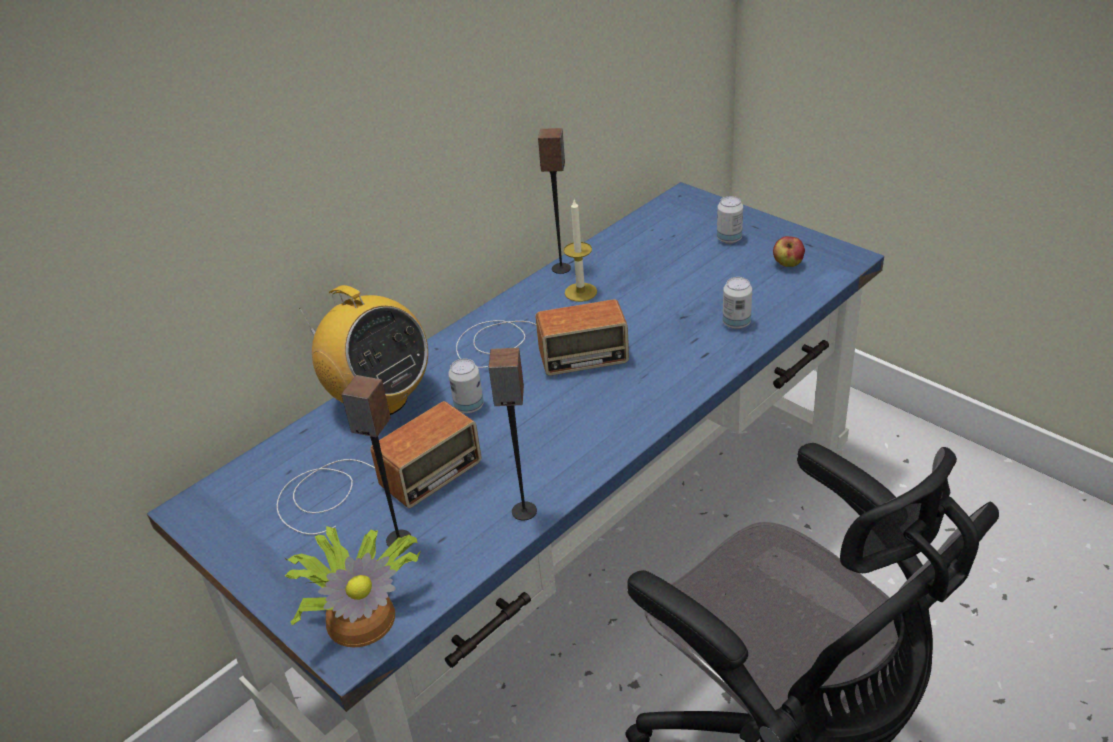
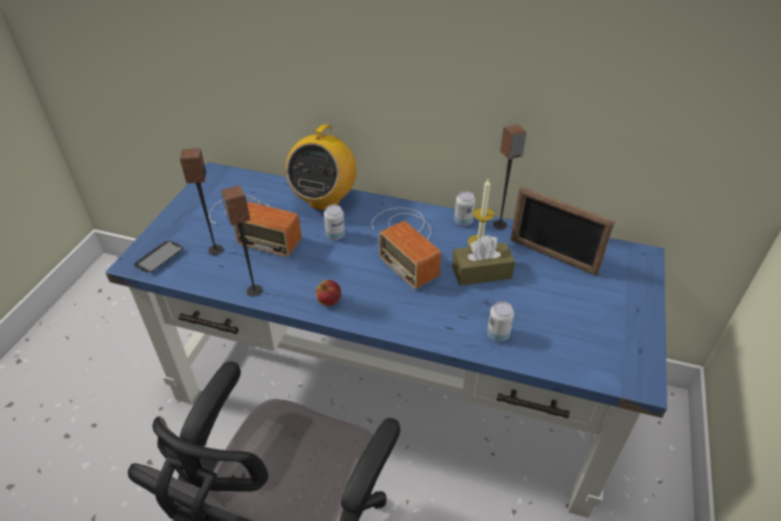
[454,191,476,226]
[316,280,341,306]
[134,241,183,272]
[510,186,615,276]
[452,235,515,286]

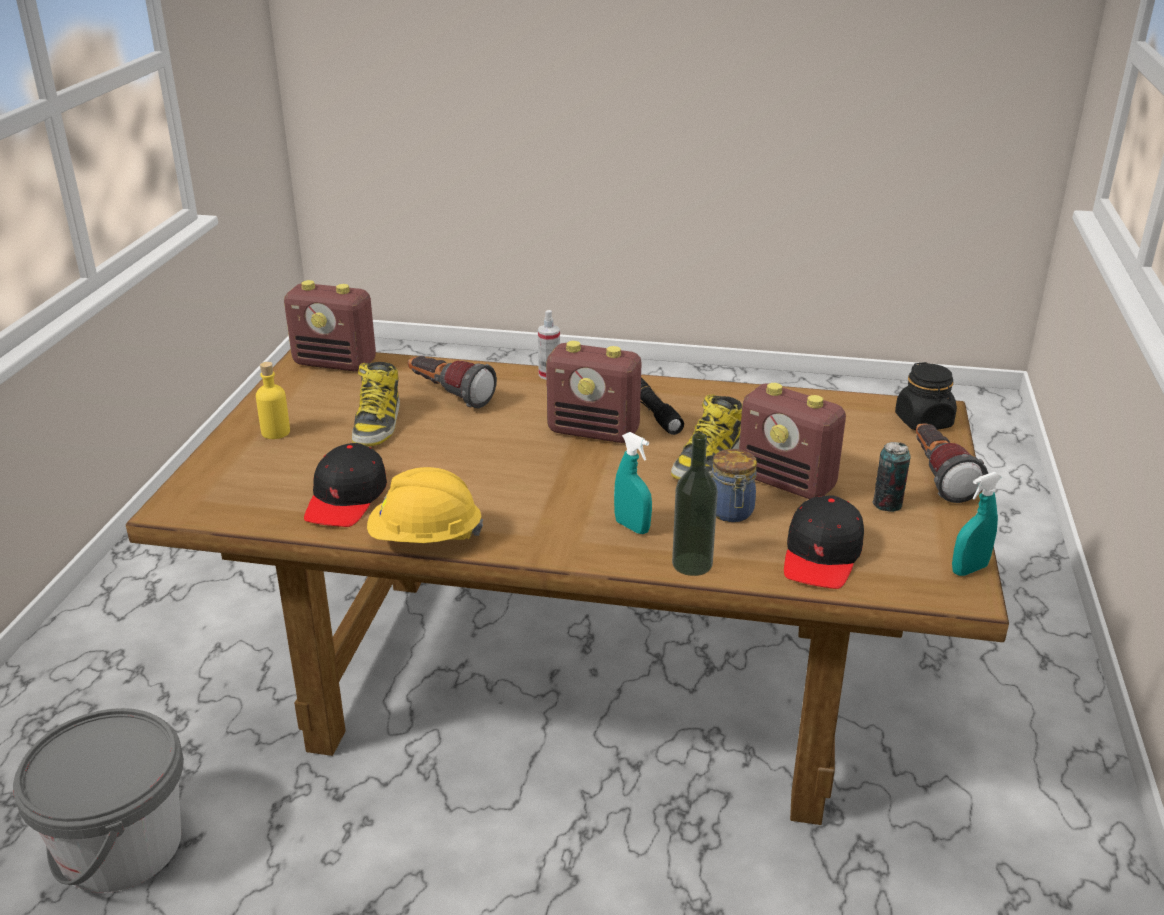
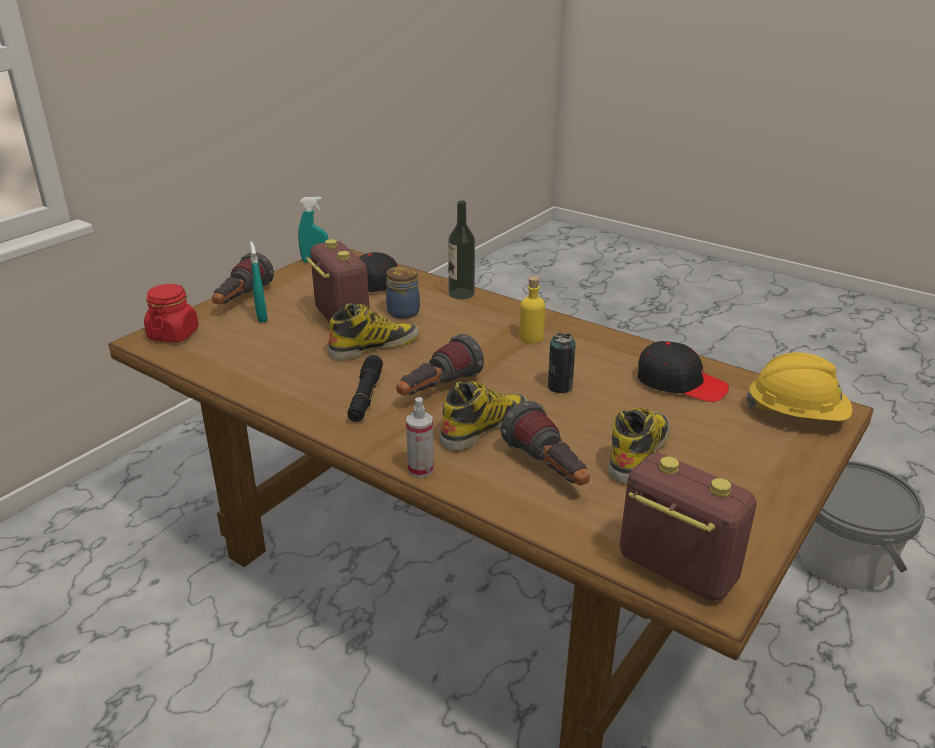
[396,334,484,396]
[520,276,545,343]
[144,284,199,342]
[250,241,268,323]
[548,333,576,393]
[637,341,729,402]
[746,352,852,421]
[440,381,527,451]

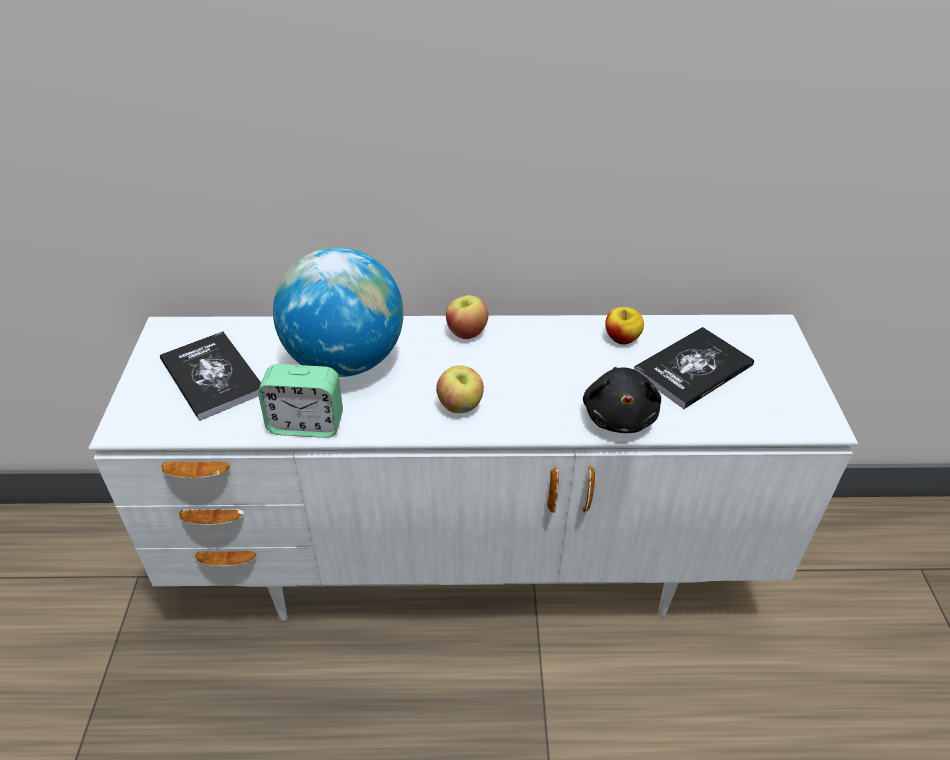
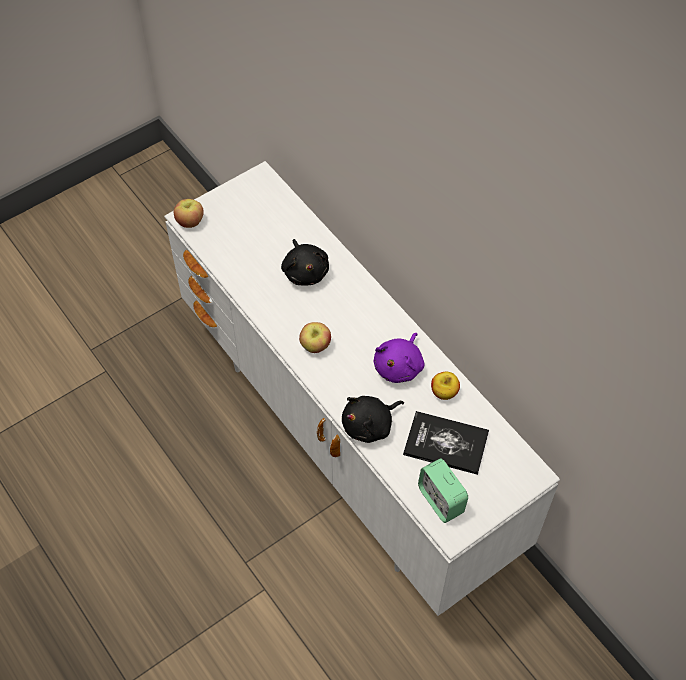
[281,239,329,286]
[174,199,204,228]
[160,331,261,421] (first image)
[418,459,468,523]
[373,333,424,383]

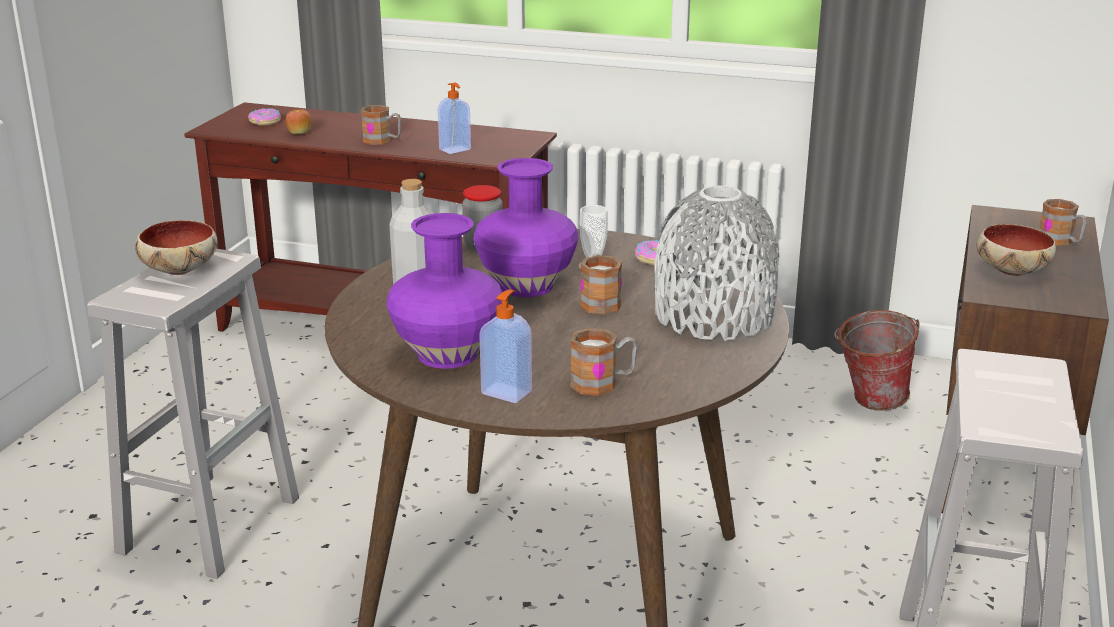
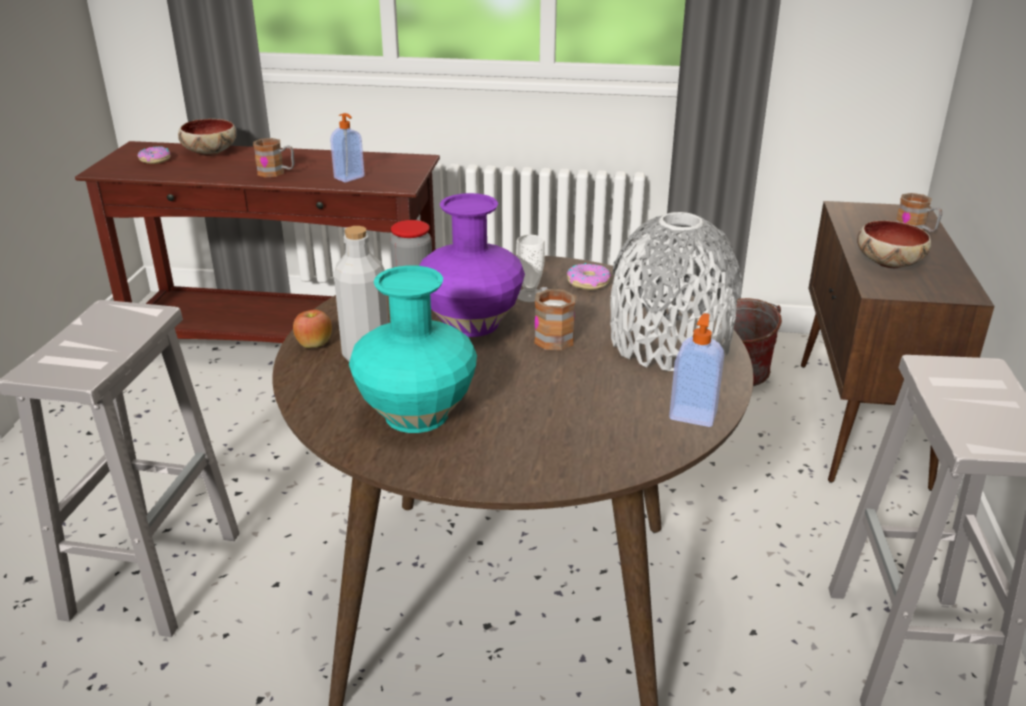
[293,310,332,348]
[349,265,477,433]
[178,119,237,156]
[669,313,724,427]
[570,328,637,396] (first image)

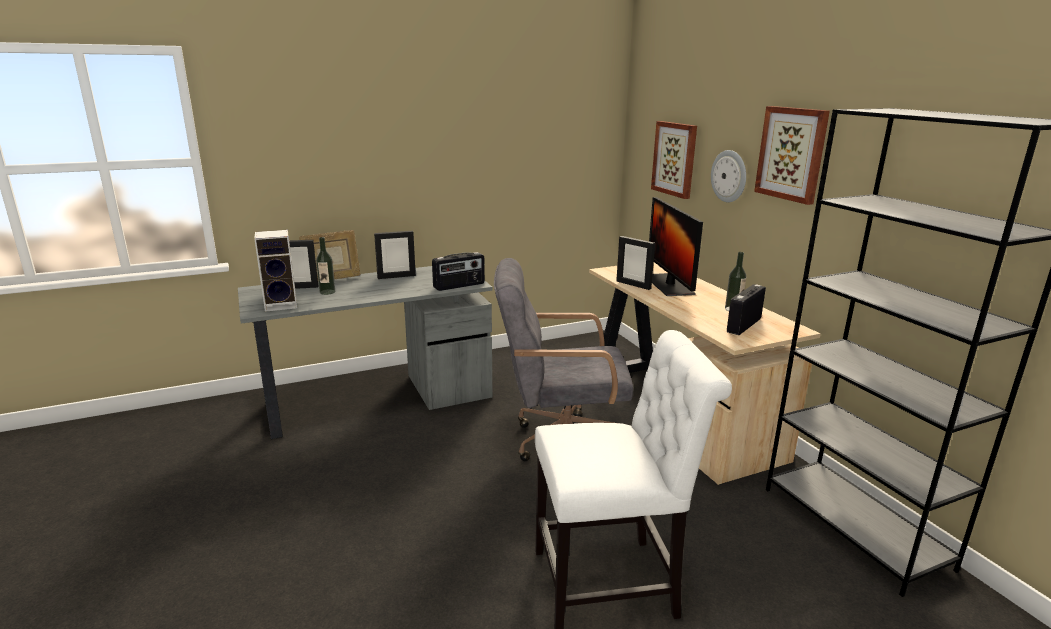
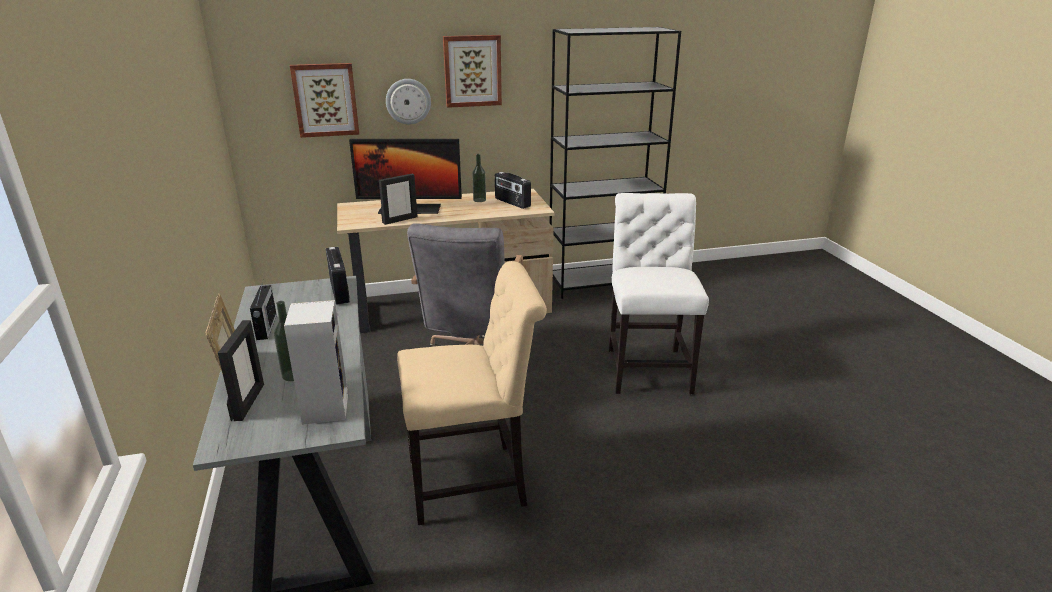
[250,281,277,340]
[397,261,547,525]

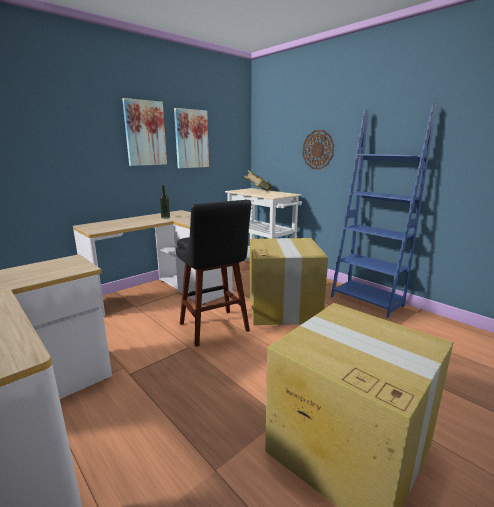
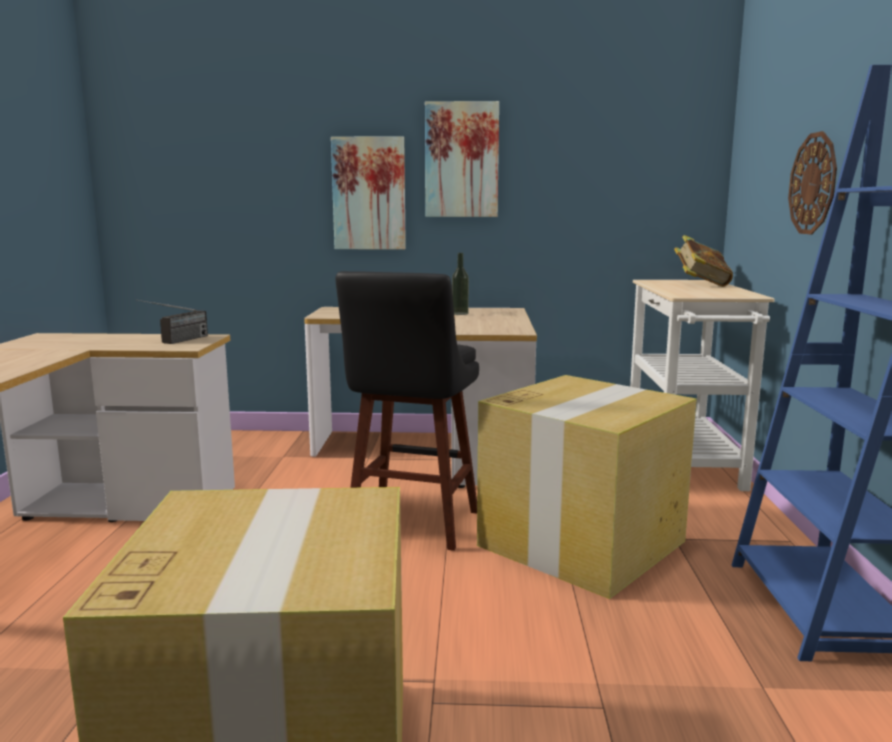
[331,136,406,249]
[136,299,208,344]

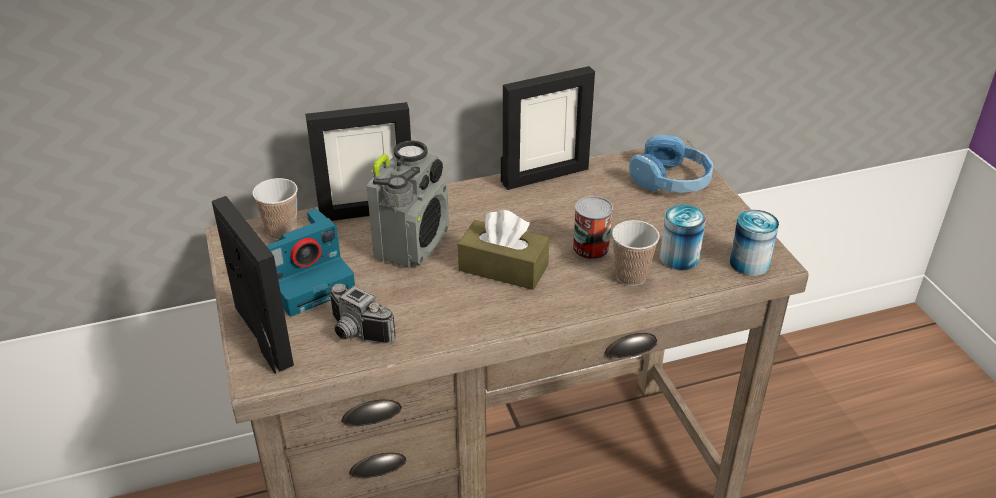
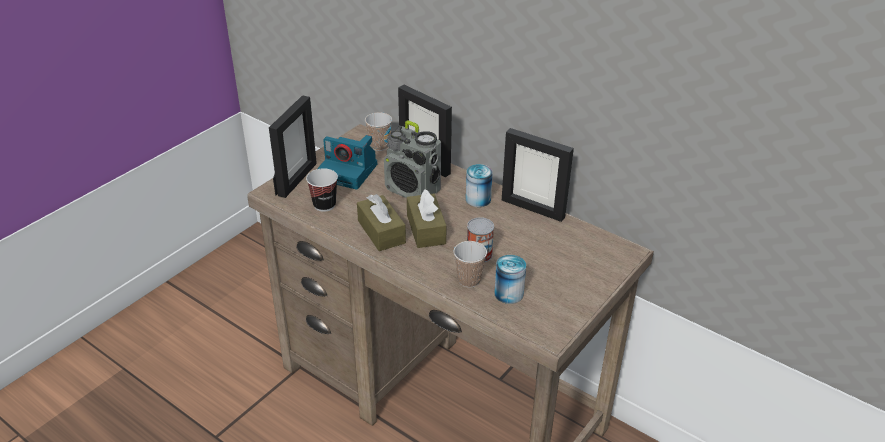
[629,135,714,193] (first image)
[384,120,441,198]
[466,164,493,207]
[306,168,338,212]
[357,194,406,251]

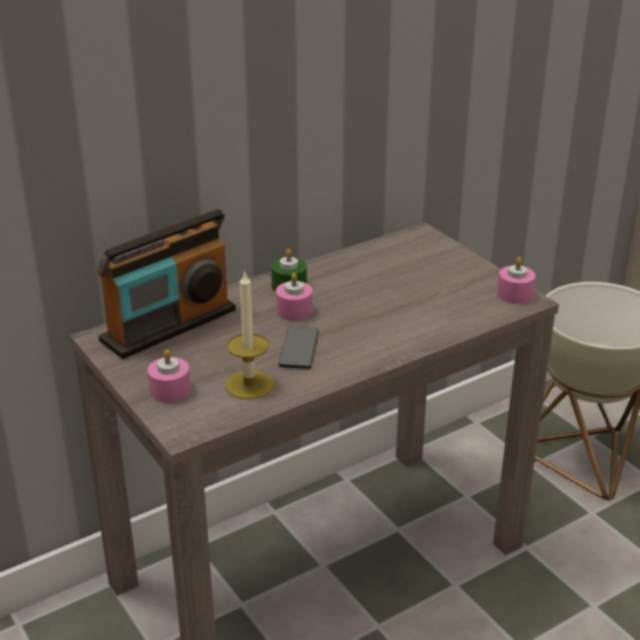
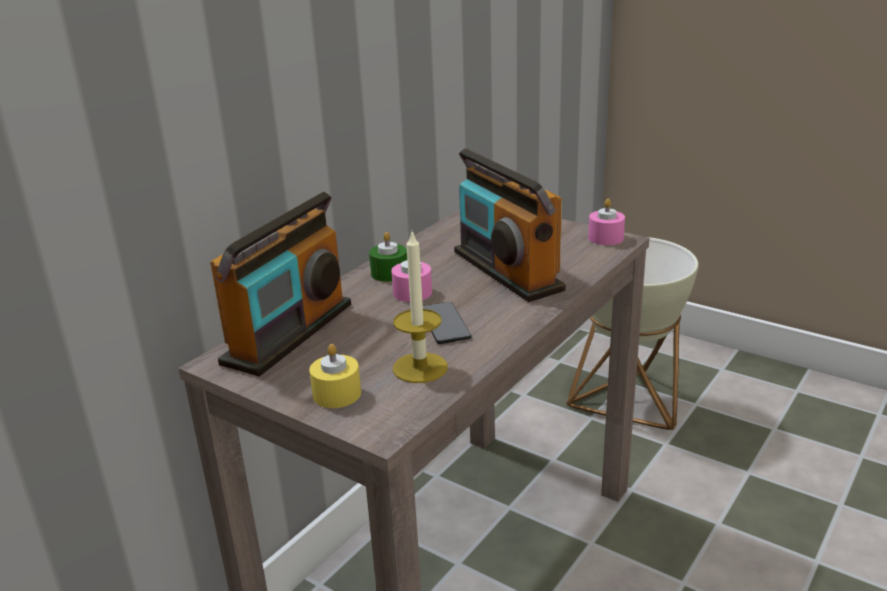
[309,344,361,408]
[454,148,566,302]

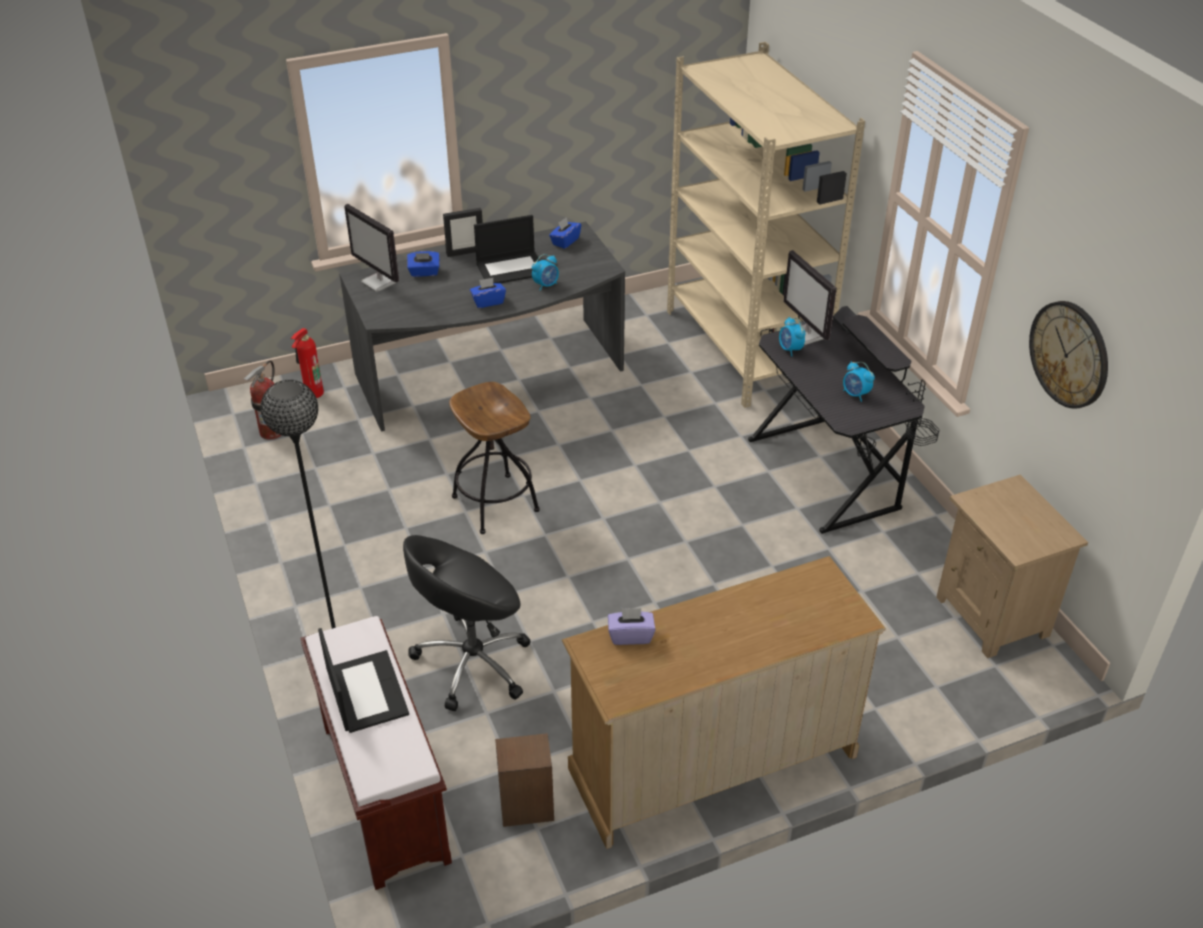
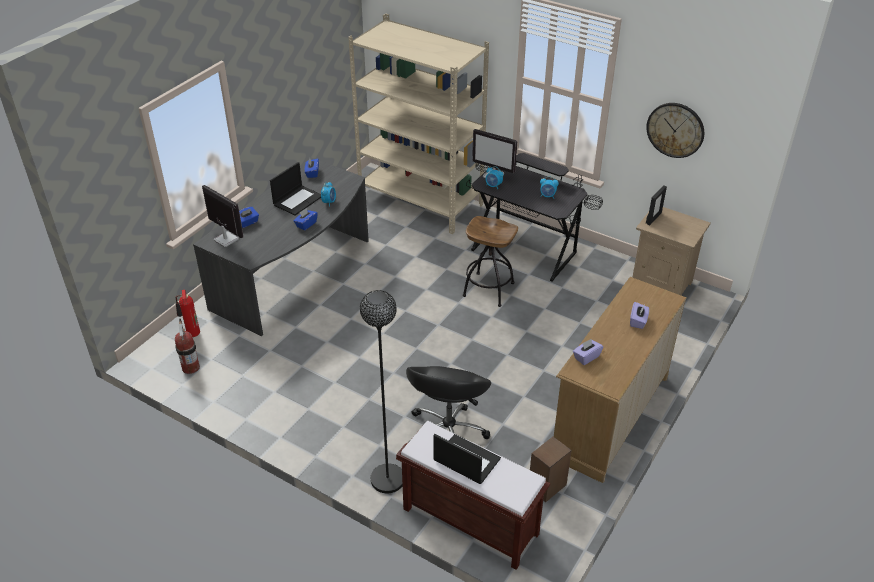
[202,185,244,247]
[646,185,667,225]
[463,216,518,307]
[630,302,649,329]

